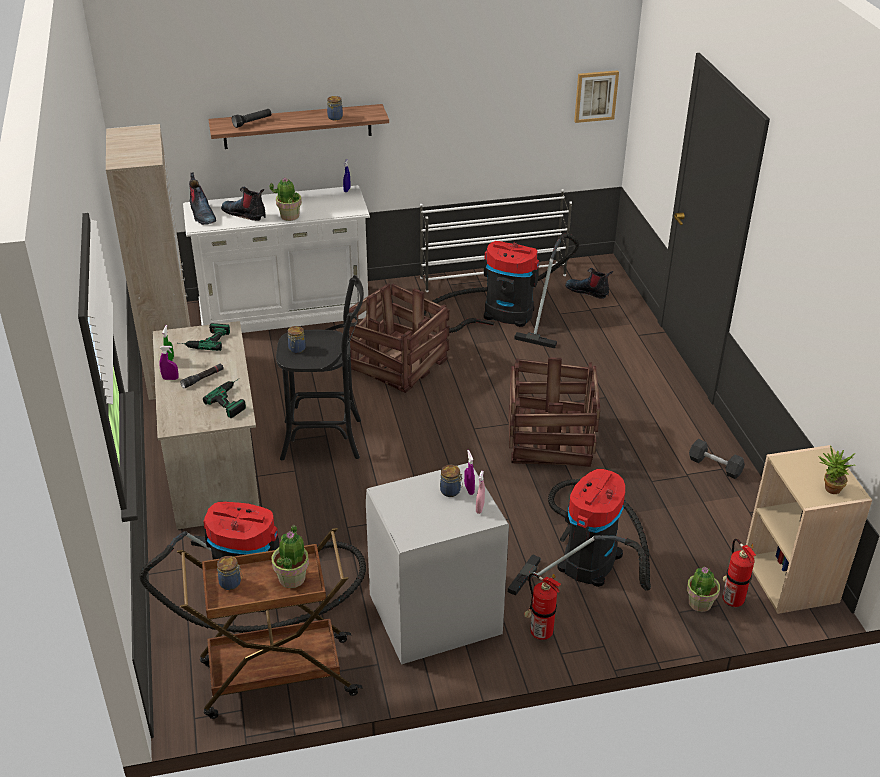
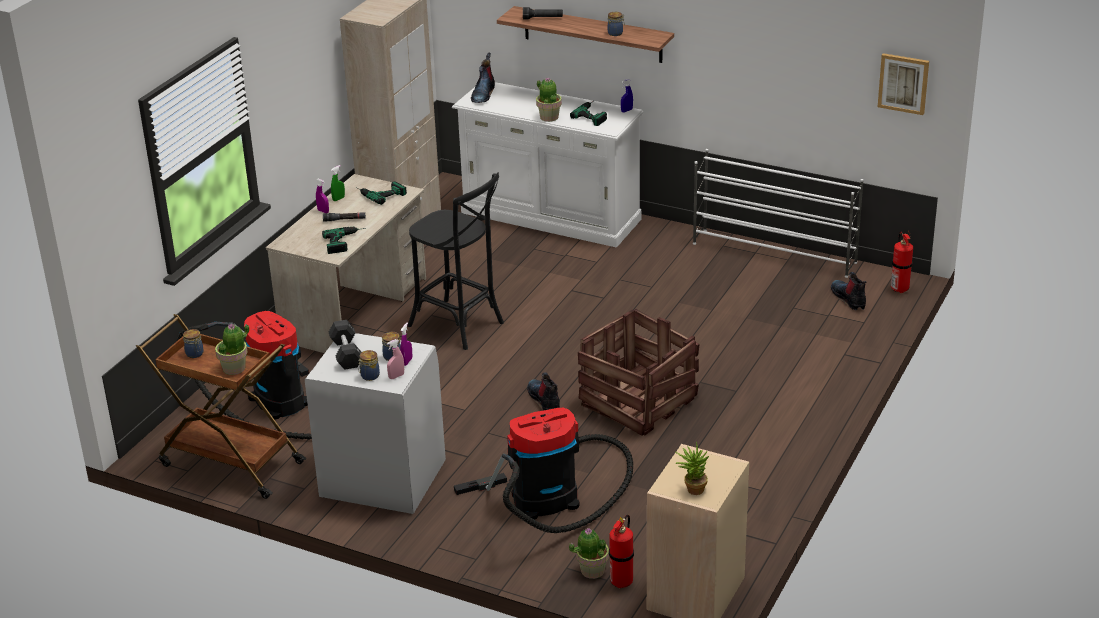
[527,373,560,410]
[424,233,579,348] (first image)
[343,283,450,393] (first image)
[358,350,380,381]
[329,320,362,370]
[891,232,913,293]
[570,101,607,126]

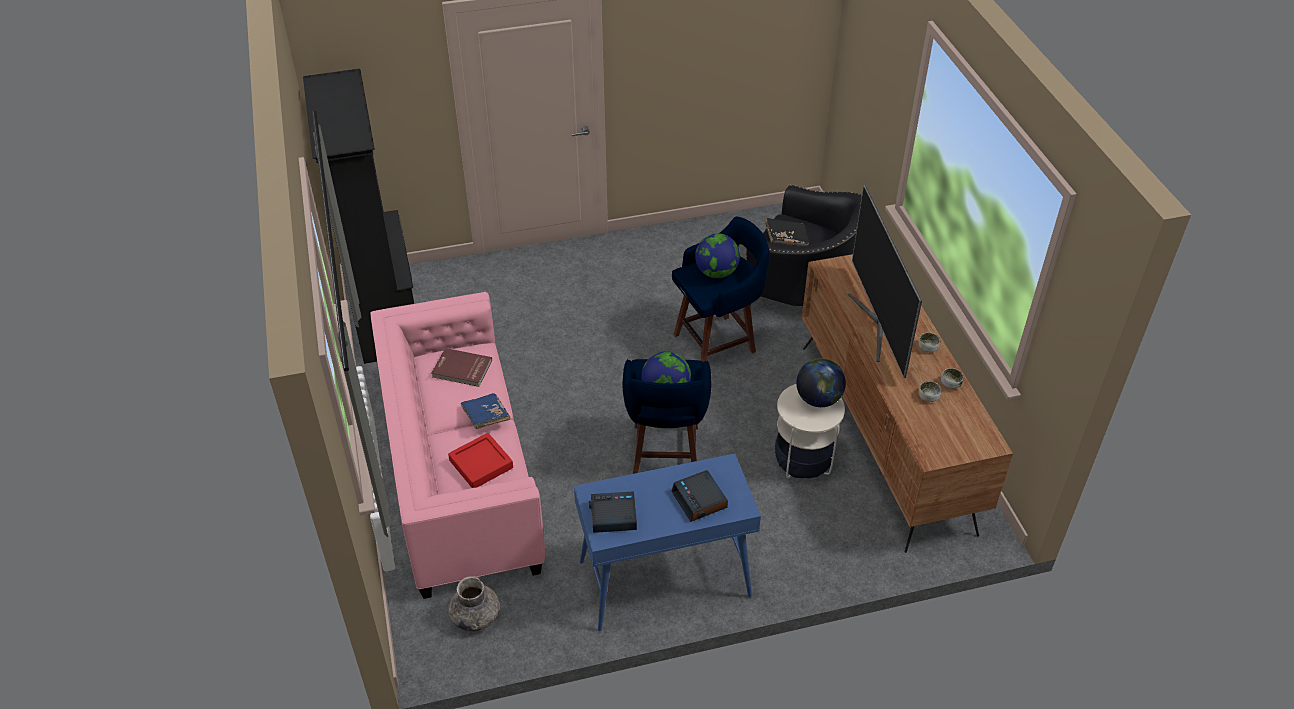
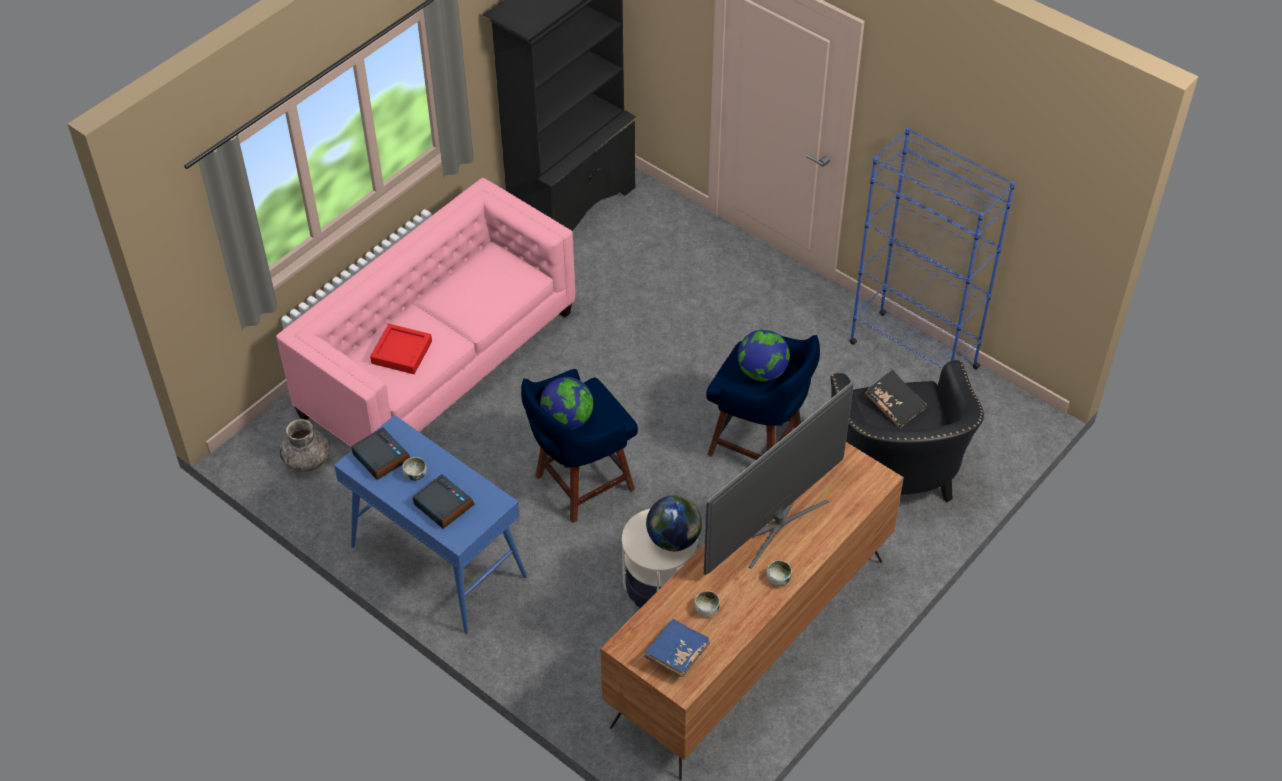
[432,348,492,387] (first image)
[402,457,427,481]
[644,619,710,677]
[413,474,475,529]
[850,127,1015,369]

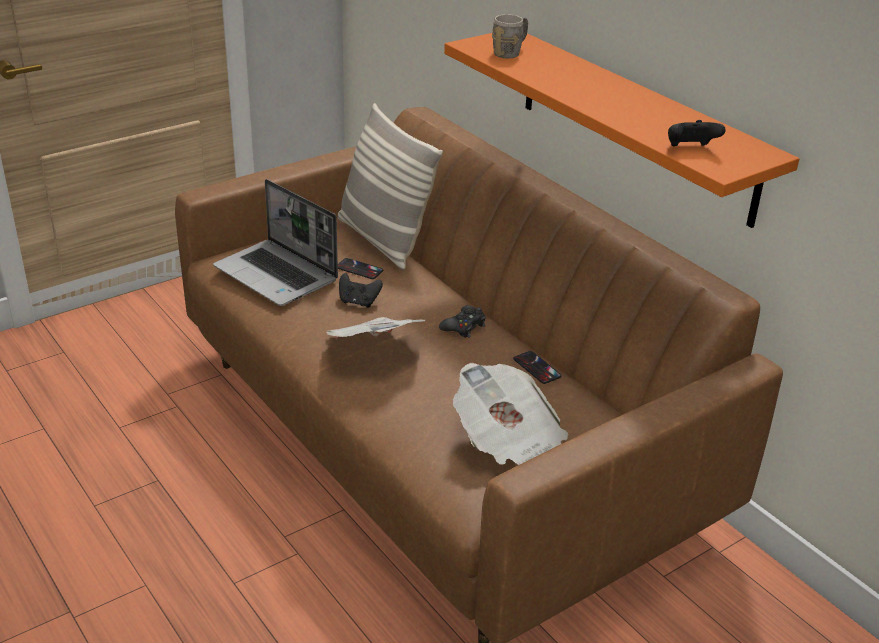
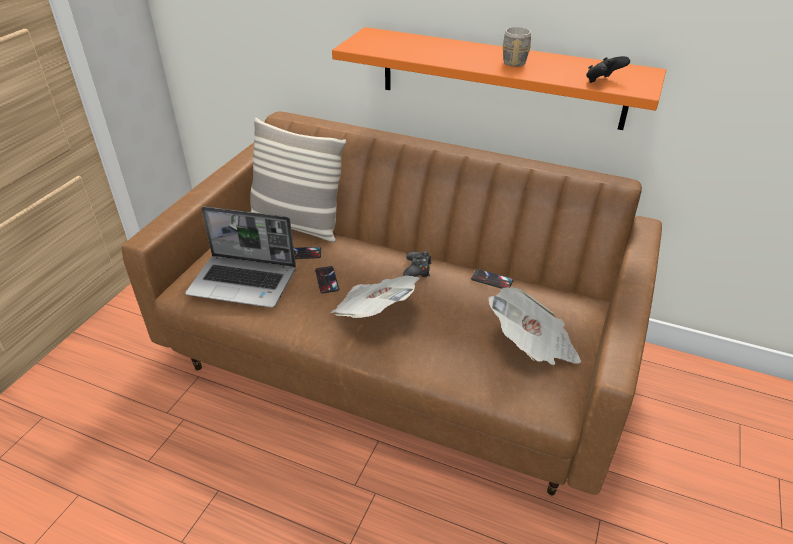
[502,27,531,67]
[315,266,339,293]

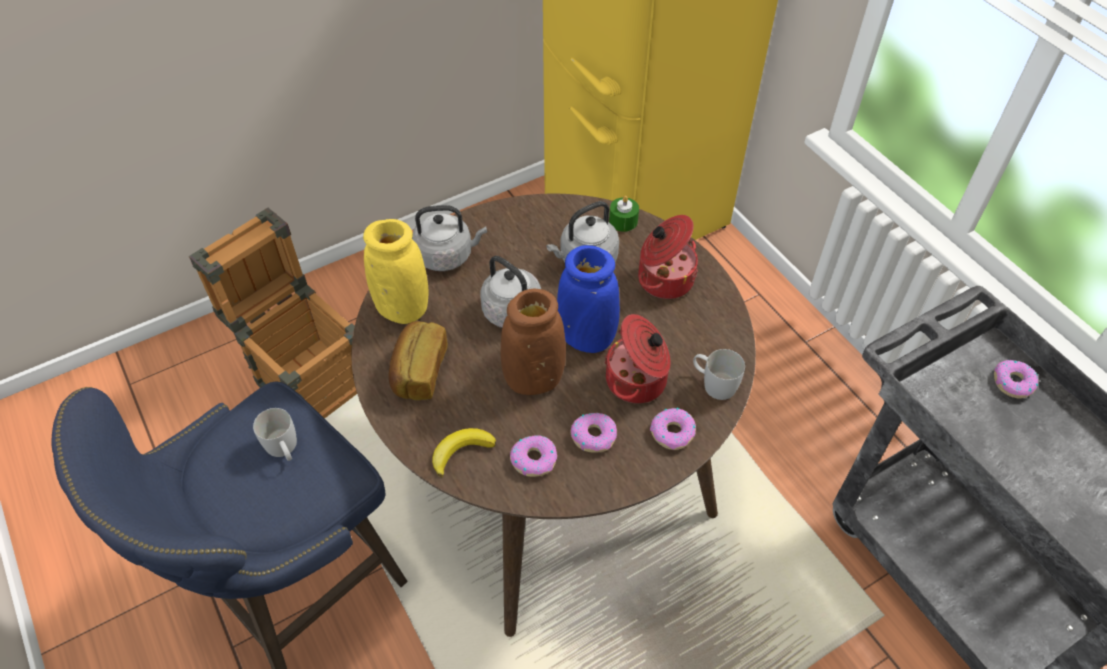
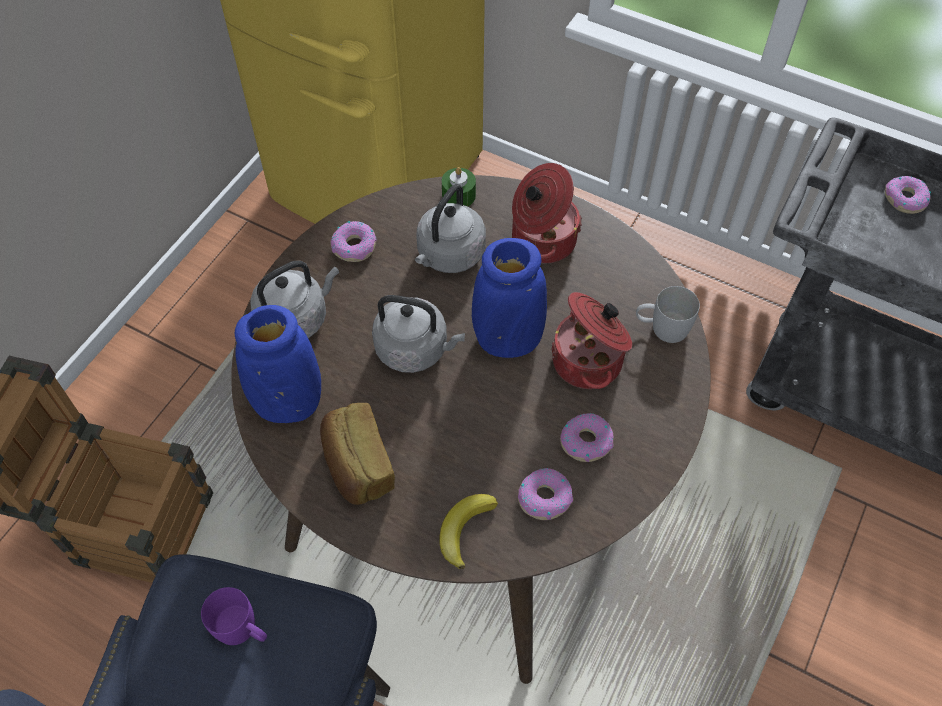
[235,305,321,423]
[500,289,566,395] (first image)
[201,587,267,645]
[331,221,377,262]

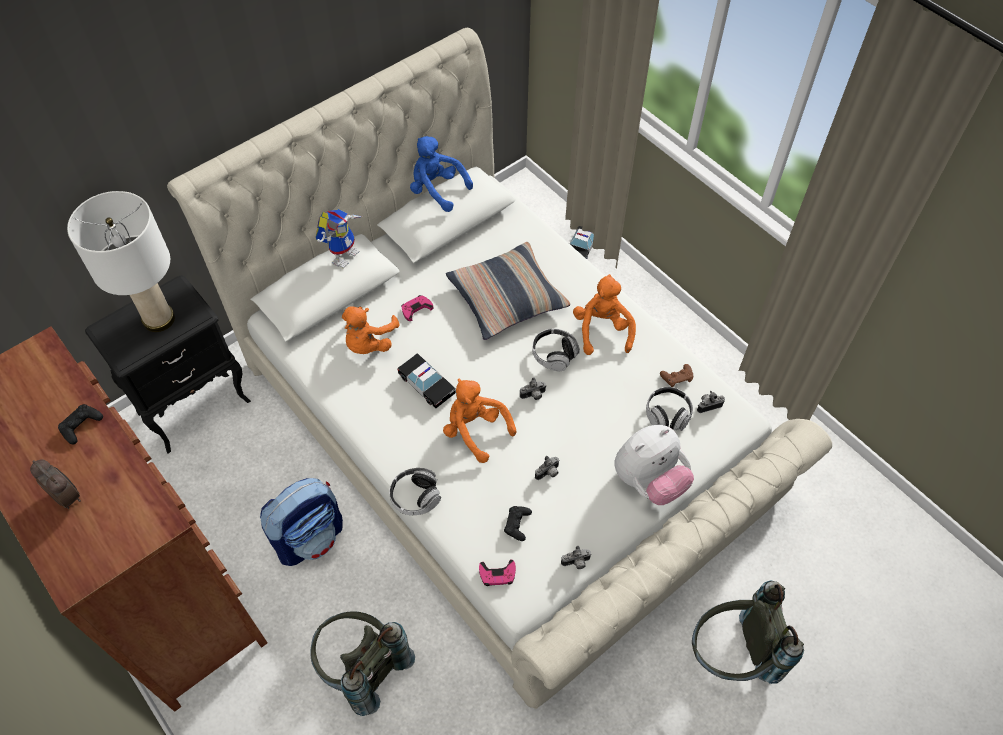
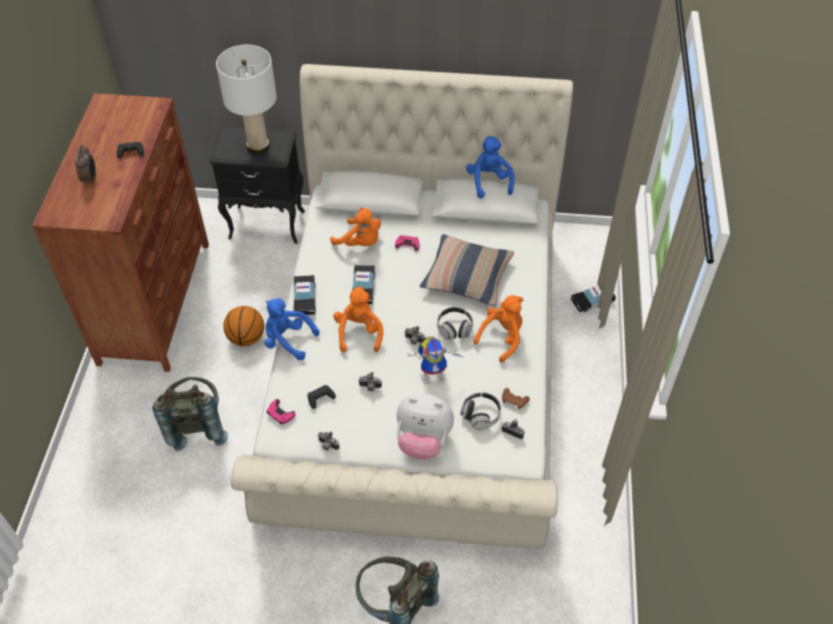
[407,336,465,384]
[330,207,381,246]
[265,299,320,360]
[223,306,264,346]
[294,275,316,315]

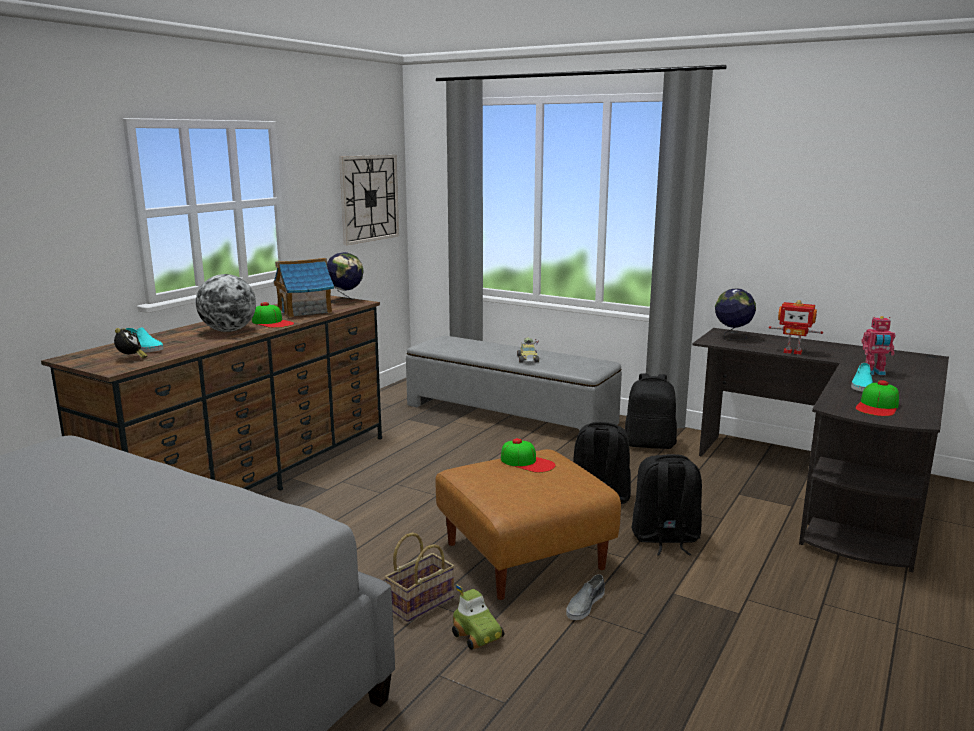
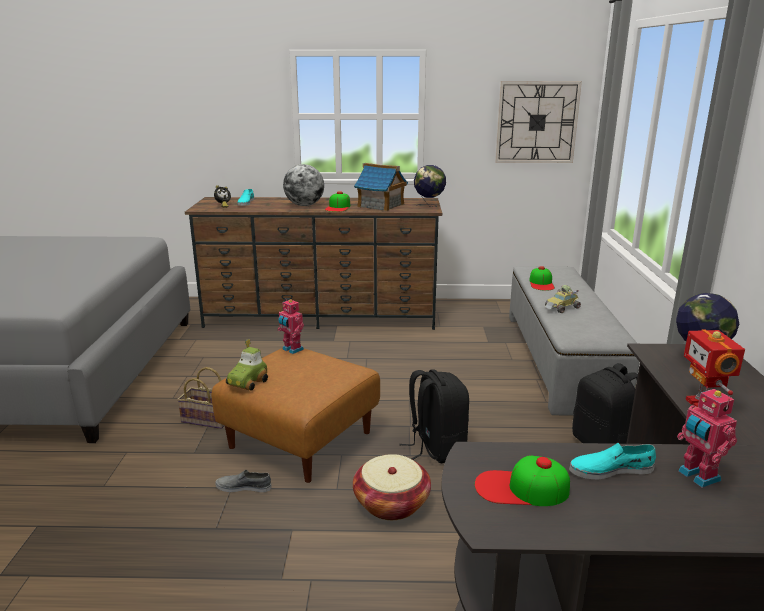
[529,266,555,291]
[353,454,431,520]
[226,339,268,391]
[278,299,304,354]

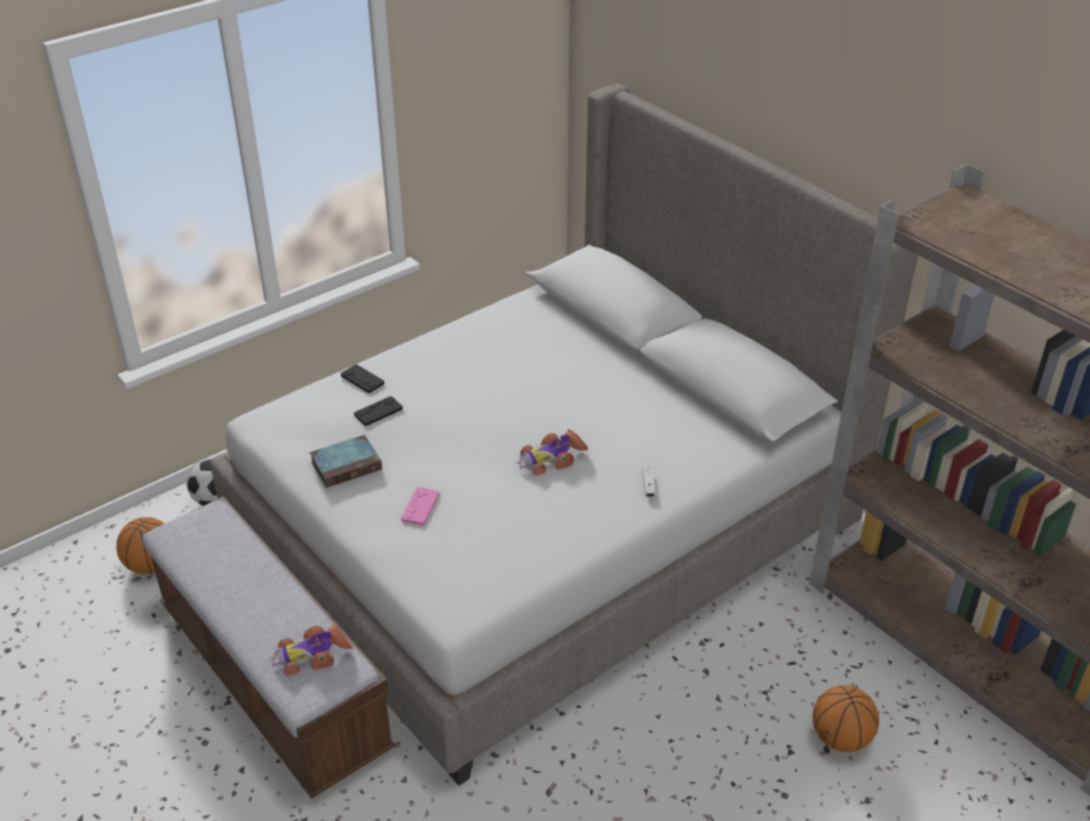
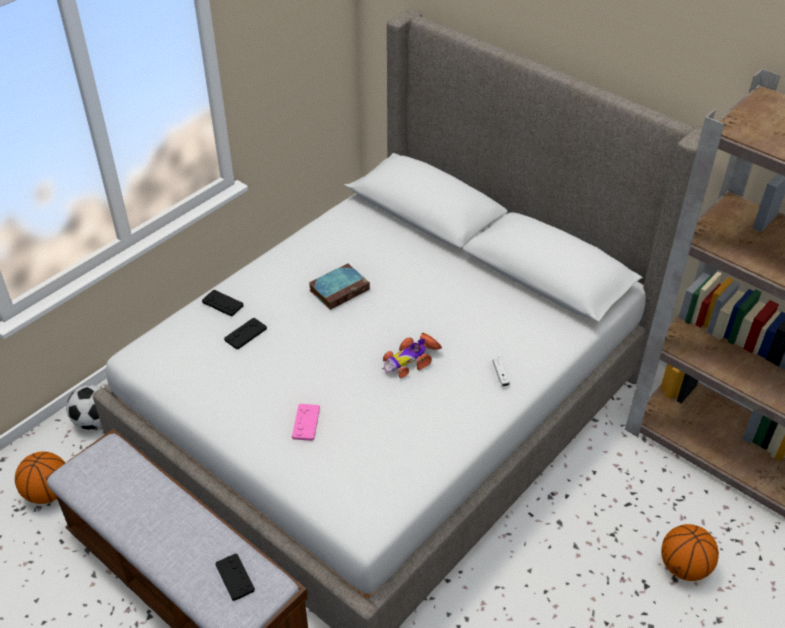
[309,264,370,310]
[215,553,255,601]

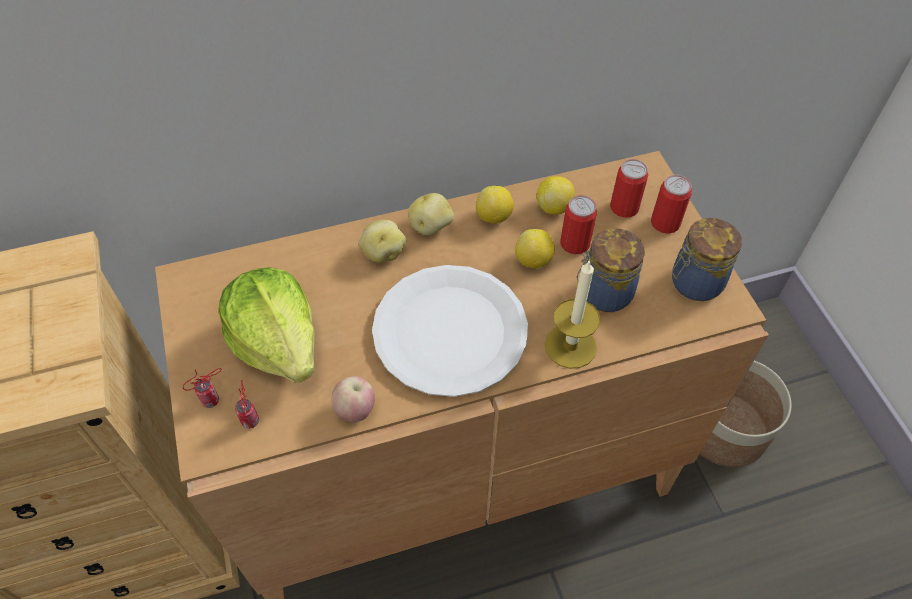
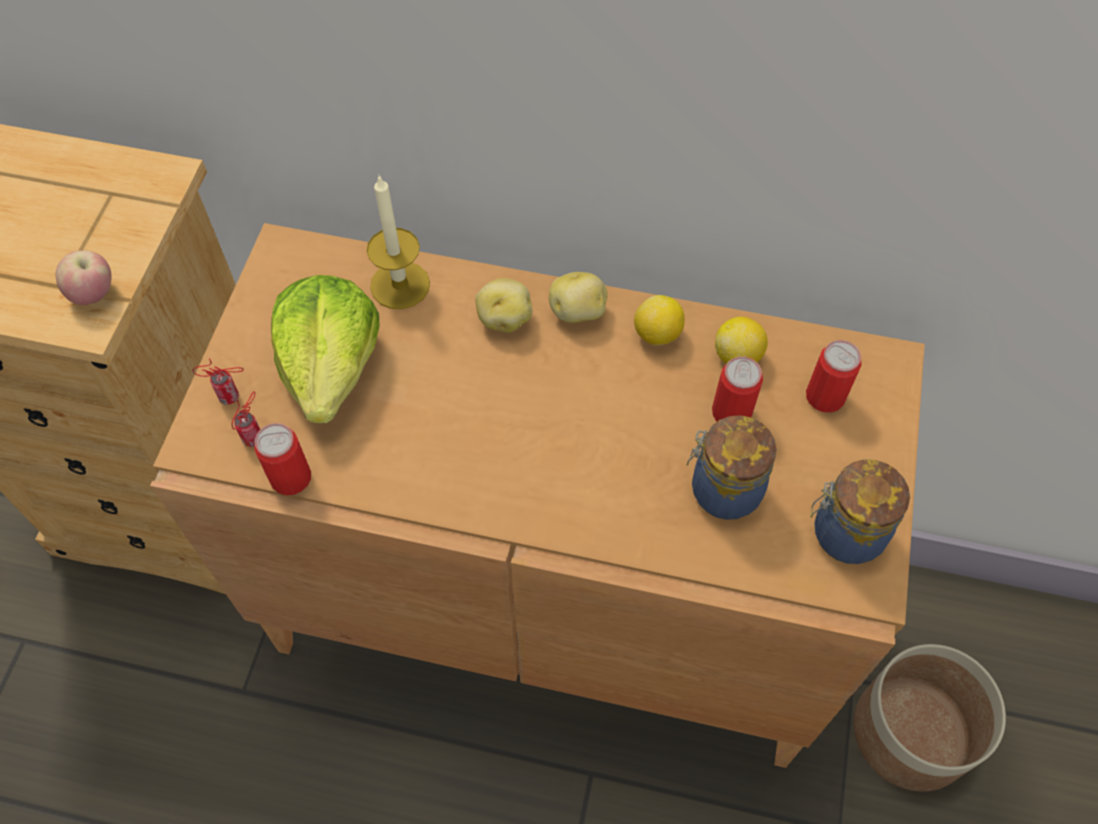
[254,423,311,495]
[515,229,555,269] (first image)
[367,176,430,309]
[372,265,528,397] (first image)
[56,250,111,305]

